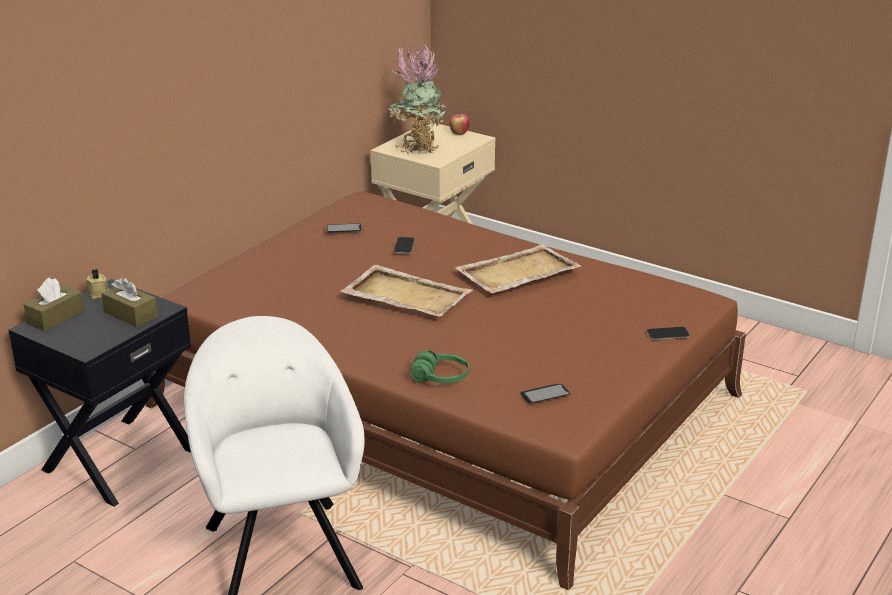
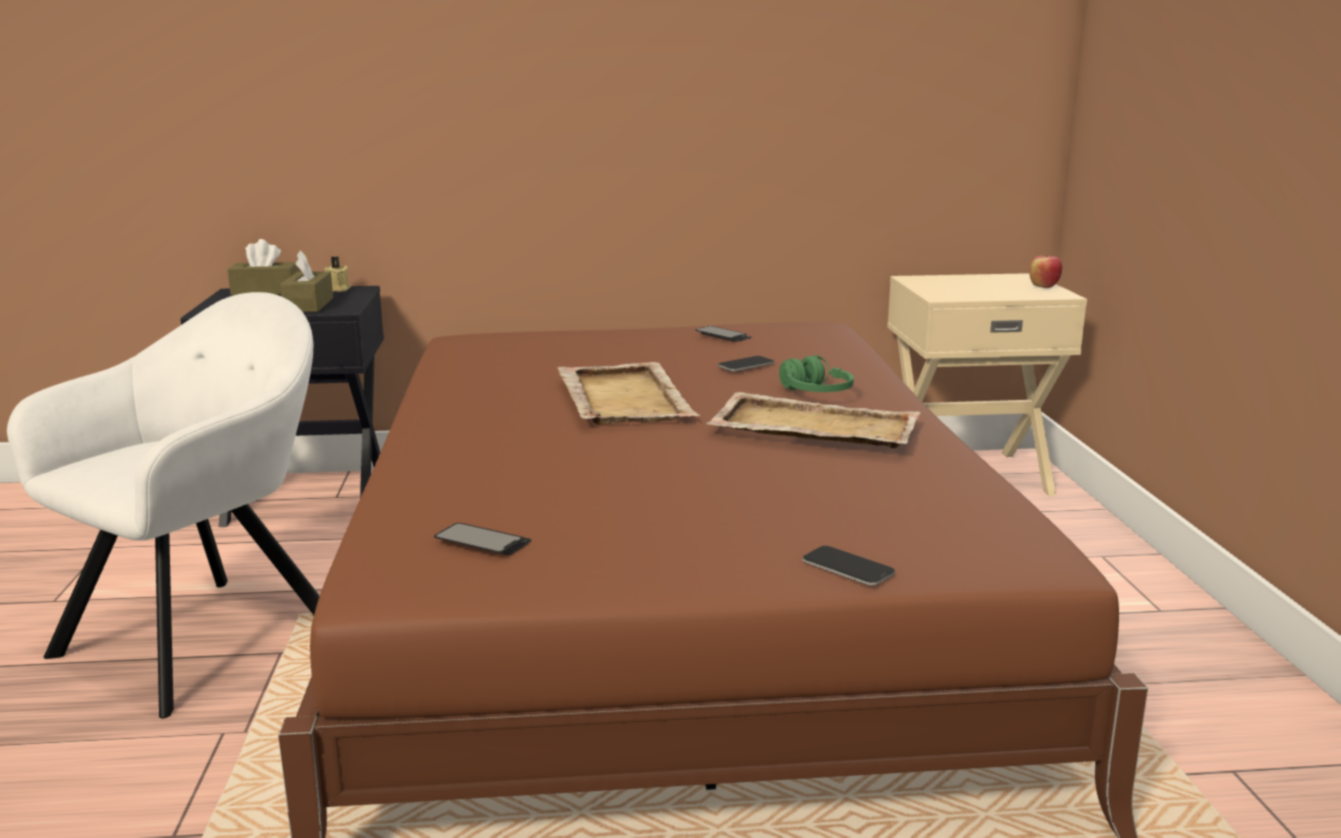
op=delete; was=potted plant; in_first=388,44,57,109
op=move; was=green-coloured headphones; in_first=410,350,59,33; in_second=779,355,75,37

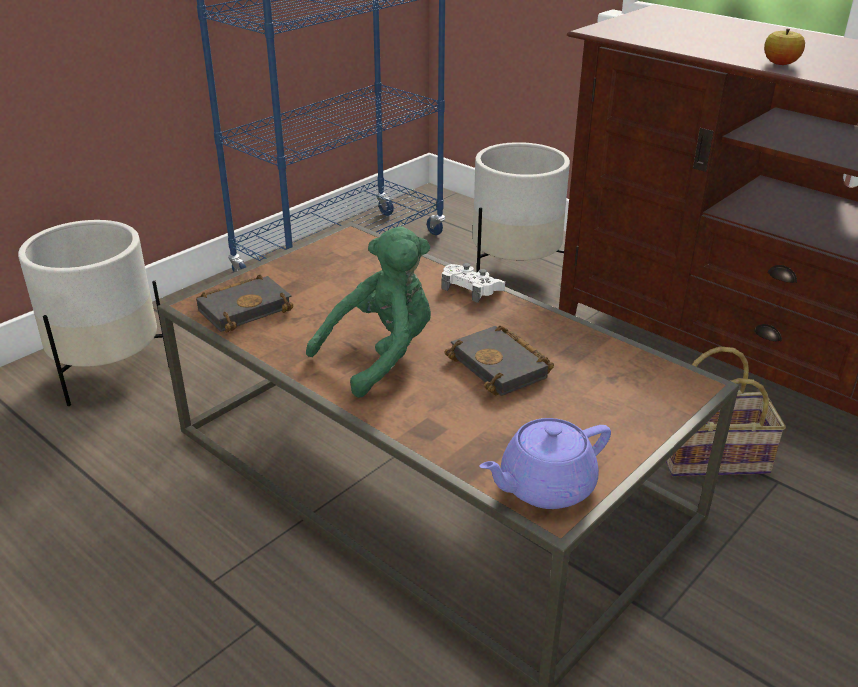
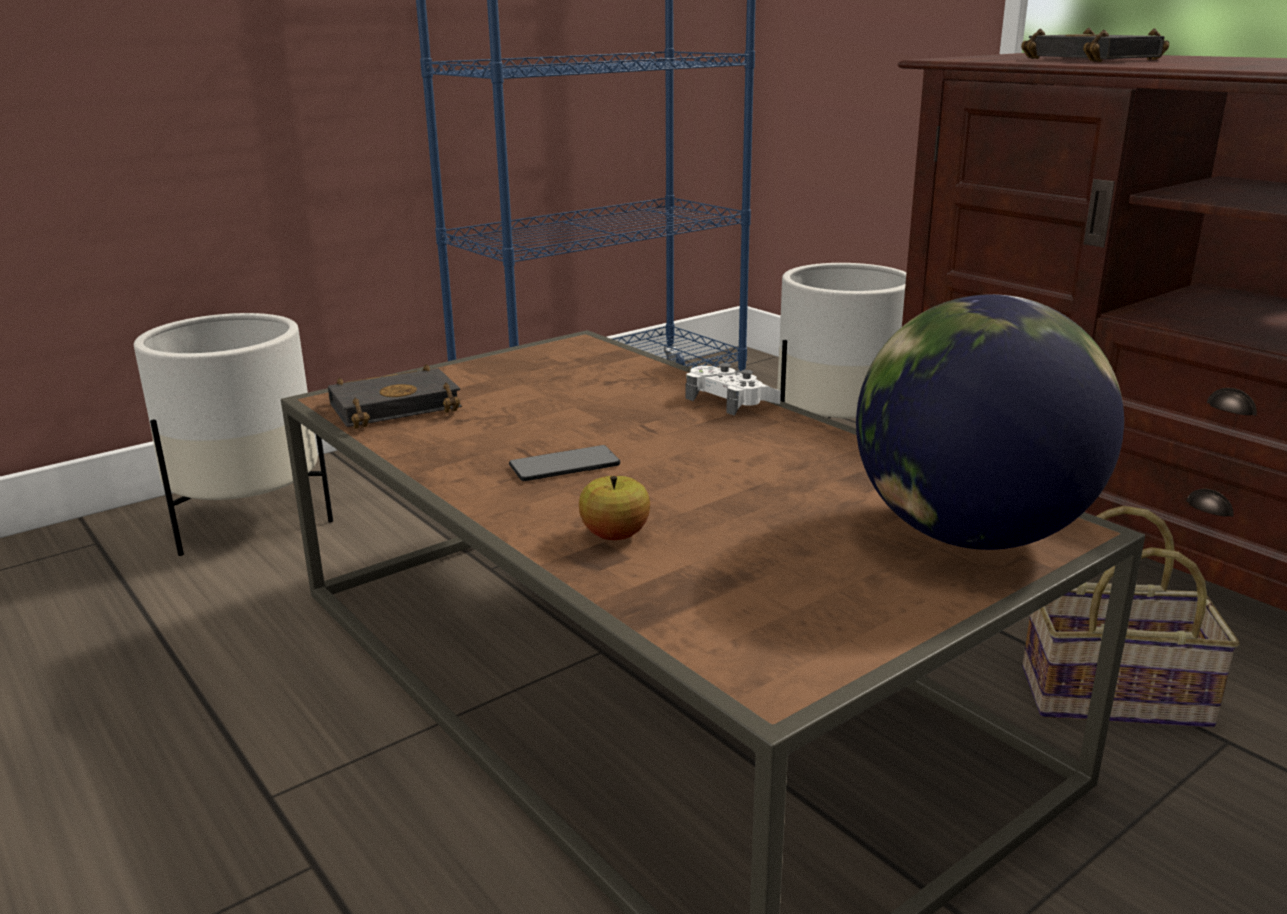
op=move; was=whole apple; in_first=764,29,41,36; in_second=579,476,71,64
op=replace; was=green-coloured soft toy; now=handset; in_first=306,226,125,172; in_second=509,445,111,36
op=move; was=black-coloured bound book; in_first=444,326,110,70; in_second=1021,28,148,34
op=delete; was=purple-coloured pot for tea; in_first=480,418,131,91
op=insert; now=globe; in_second=856,294,268,256

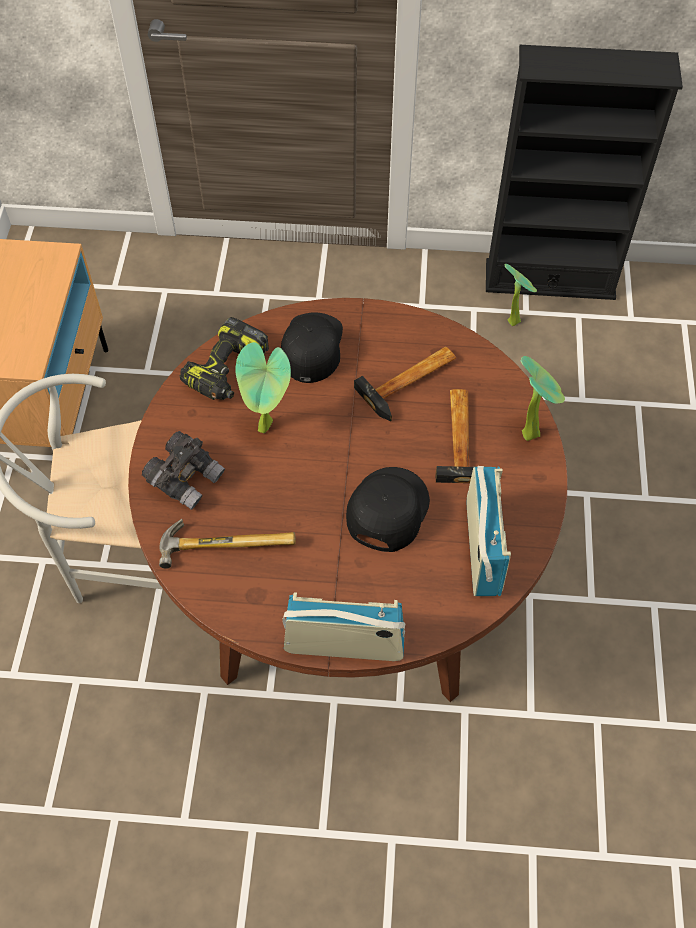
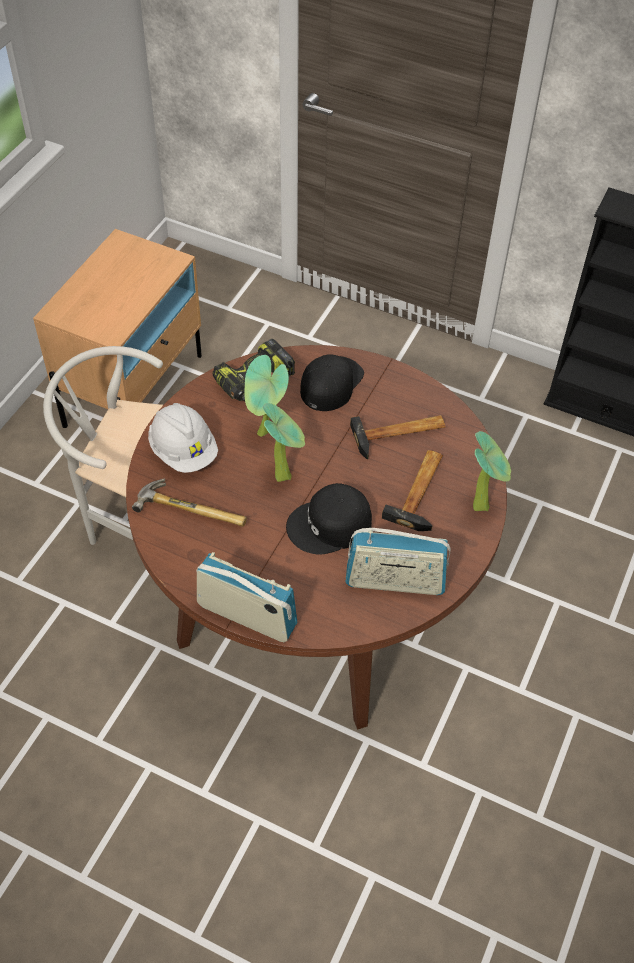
op=move; was=potted plant; in_first=505,264,32,62; in_second=262,403,43,79
op=replace; was=gray field glasses; now=white safety helmet; in_first=142,431,83,79; in_second=148,403,70,70
op=rotate; was=radio; in_first=467,466,44,130; in_second=345,528,106,67; clockwise=75
op=rotate; was=black-coloured peaked cap; in_first=346,467,84,85; in_second=286,483,86,72; clockwise=-150

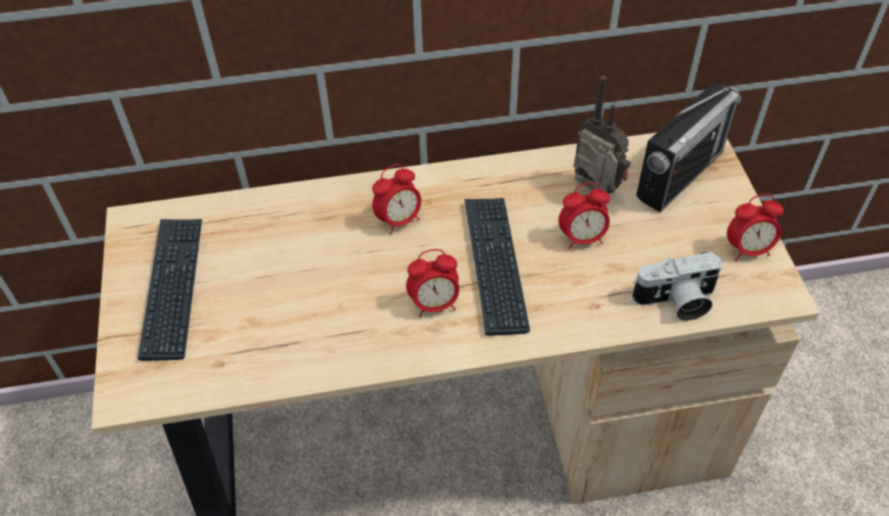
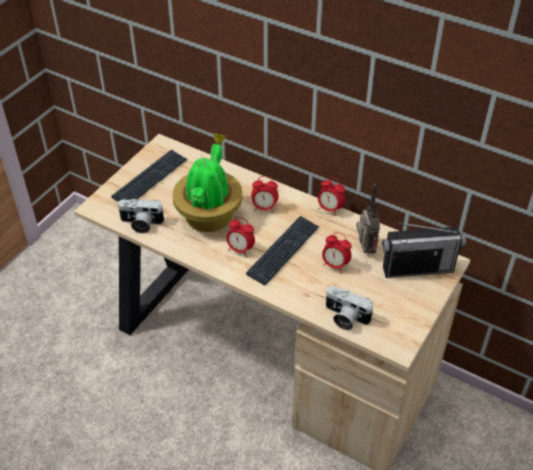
op=move; was=alarm clock; in_first=727,194,57,67; in_second=318,177,27,39
op=insert; now=potted plant; in_second=173,133,70,99
op=insert; now=photo camera; in_second=117,199,47,35

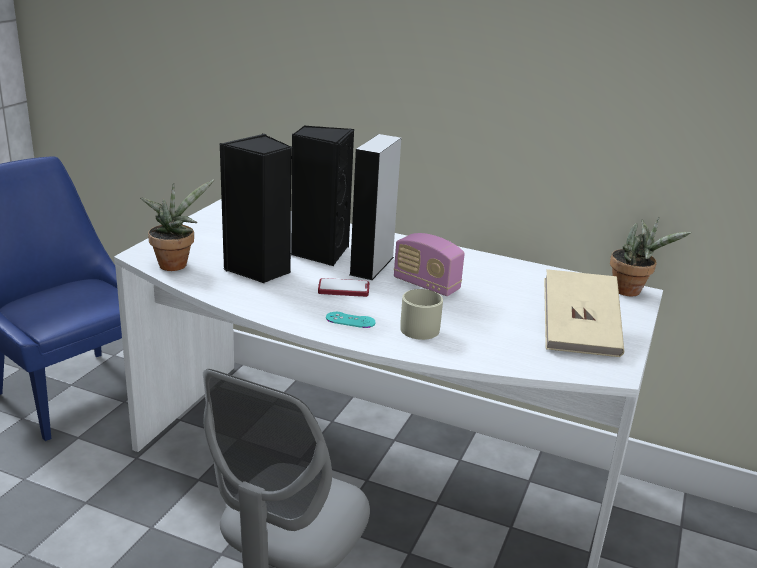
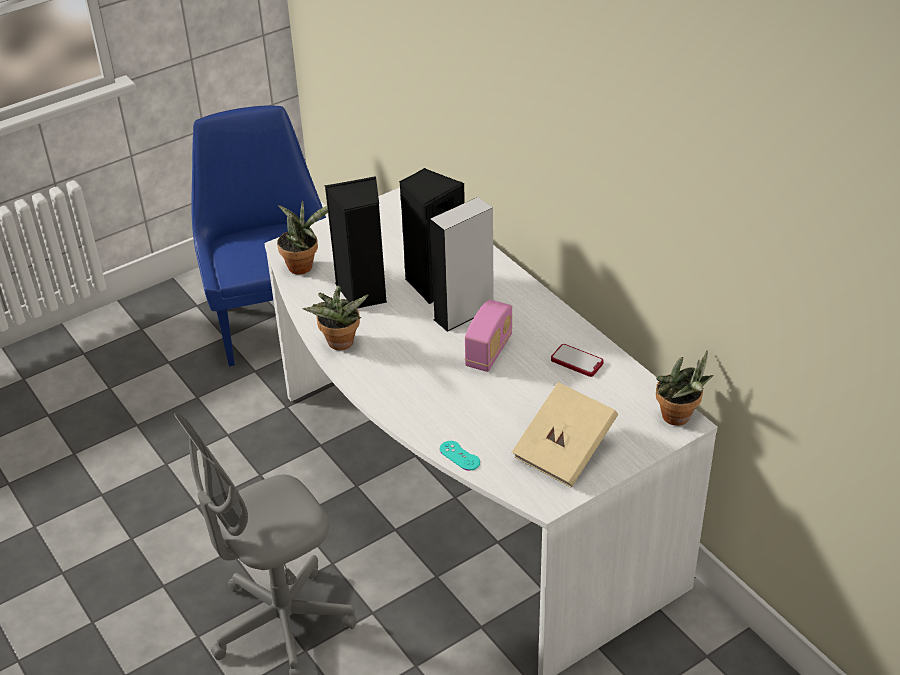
op=rotate; was=radio; in_first=394,233,71,63; in_second=465,300,48,72; clockwise=-135
op=move; was=handset; in_first=318,278,51,19; in_second=551,344,53,33
op=delete; was=beige-coloured tea mug; in_first=400,289,43,51
op=move; was=blue-green gamepad; in_first=326,312,50,16; in_second=440,441,40,30
op=insert; now=potted plant; in_second=302,286,66,64

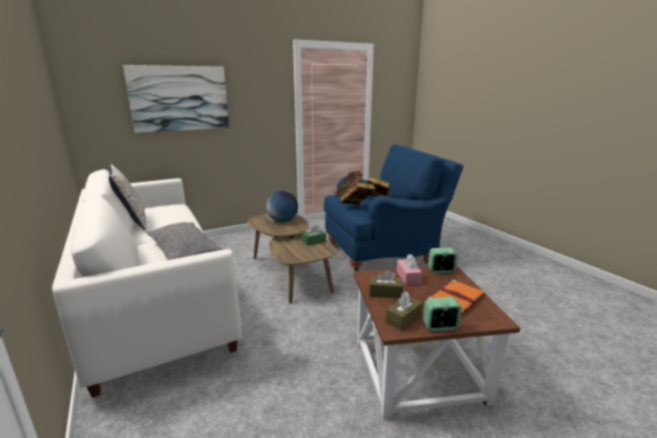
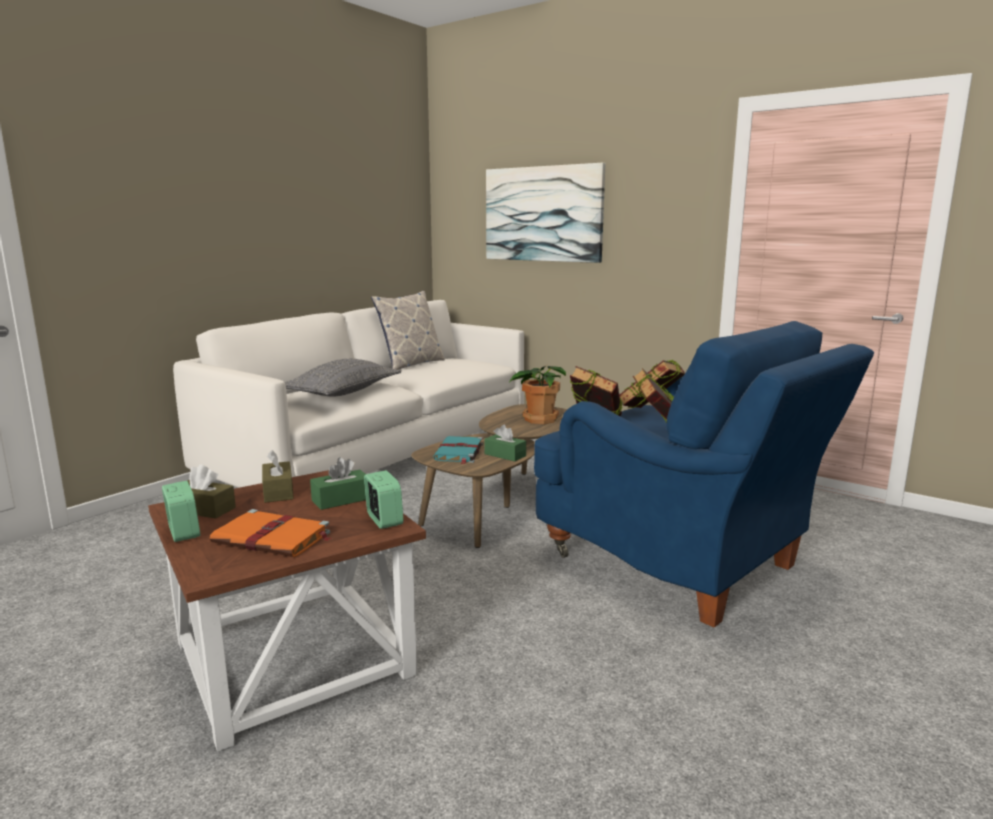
op=replace; was=globe; now=potted plant; in_first=266,191,32,31; in_second=509,366,57,58
op=recolor; was=pink-coloured tissue holder; now=green-coloured tissue holder; in_first=397,254,25,31; in_second=310,457,56,53
op=insert; now=blue-green bound book; in_second=433,436,50,28

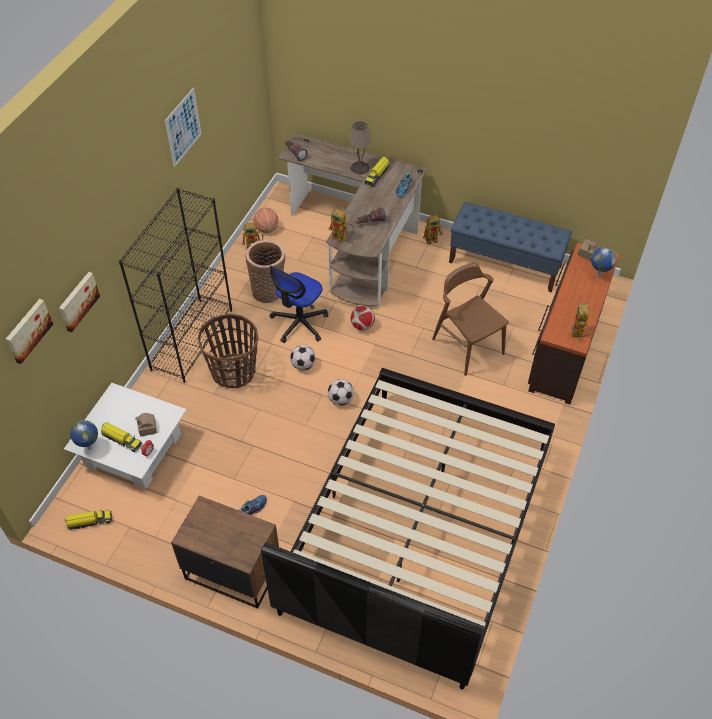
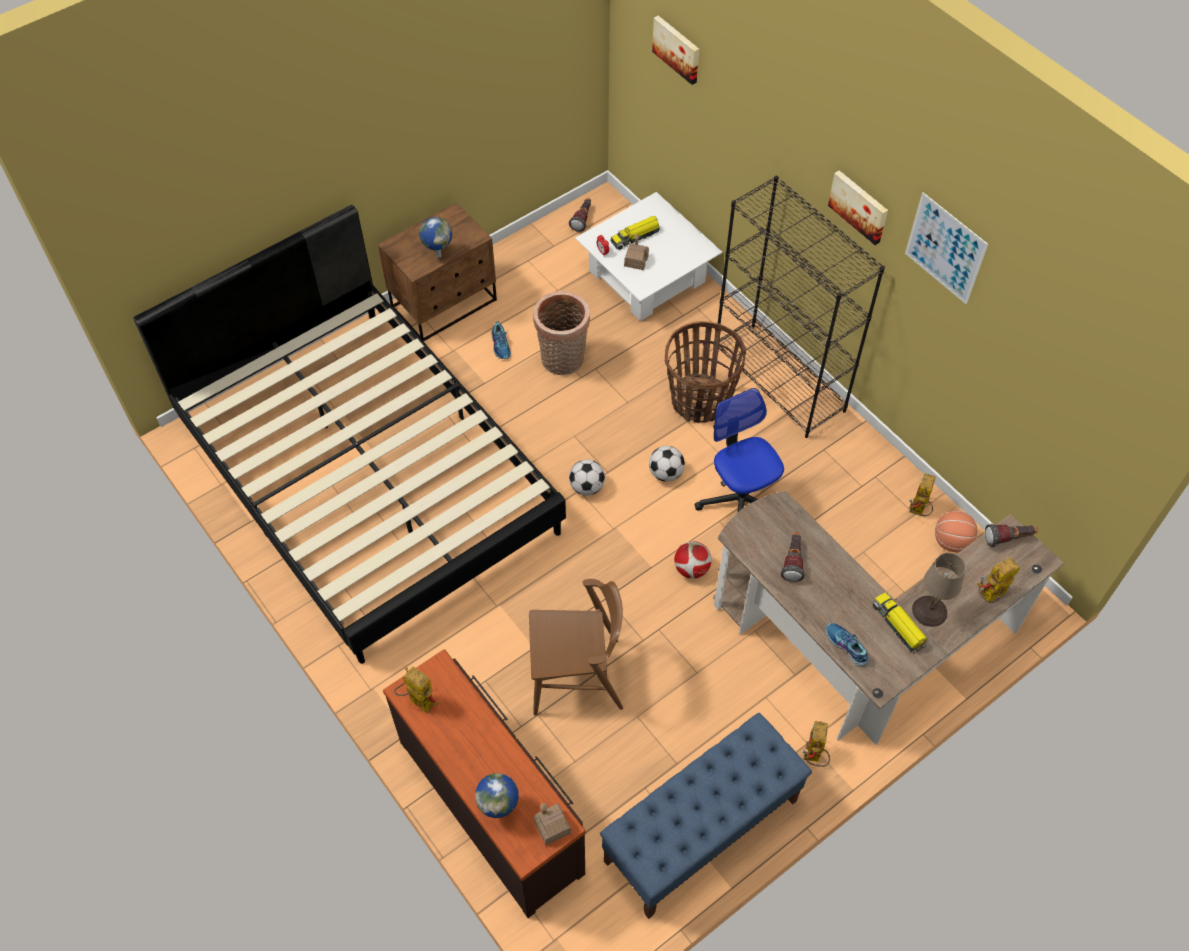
op=move; was=toy robot; in_first=329,208,25,35; in_second=978,557,42,46
op=move; was=basket; in_first=245,240,41,63; in_second=533,291,57,84
op=move; was=wall picture; in_first=59,272,41,60; in_second=828,170,60,75
op=move; was=globe; in_first=70,420,28,30; in_second=419,217,33,41
op=replace; was=toy lorry; now=flashlight; in_first=65,510,47,20; in_second=569,198,22,34

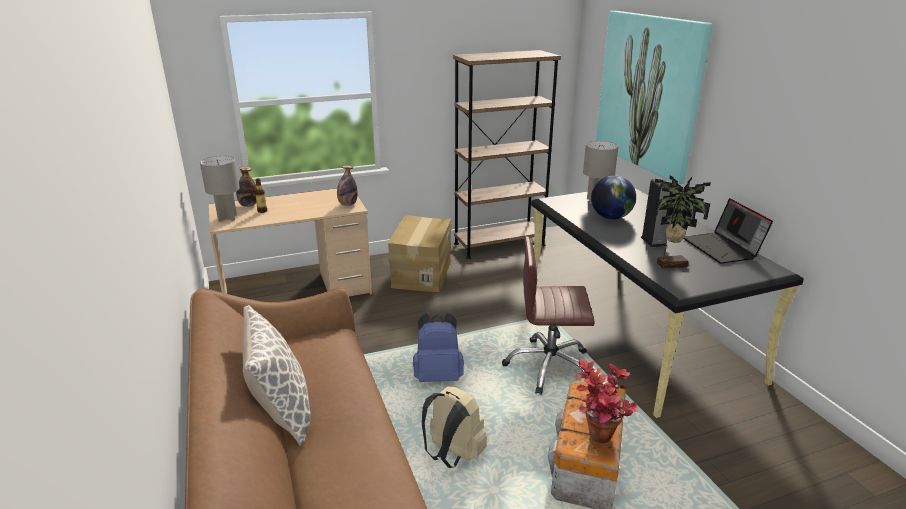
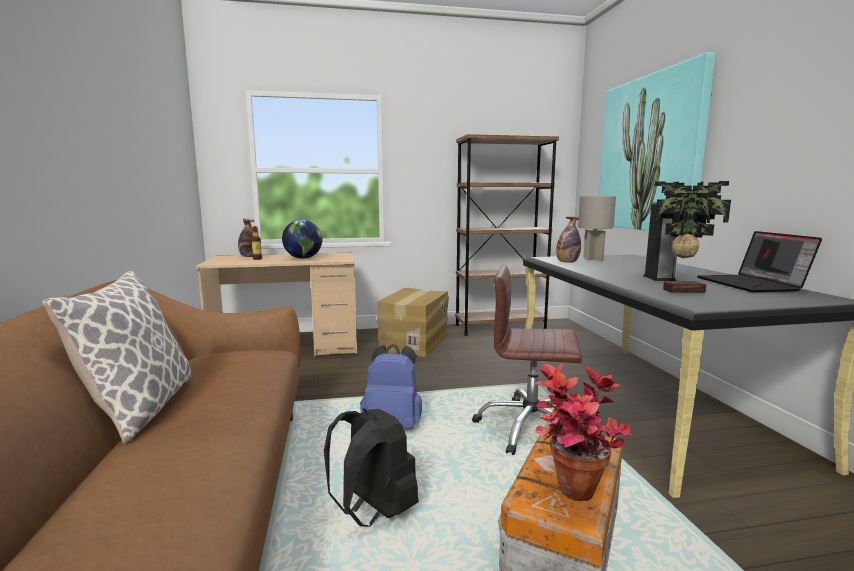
op=delete; was=gray tabletop lamp; in_first=200,156,40,66
op=move; was=drink bottle; in_first=337,165,21,41; in_second=556,217,25,46
op=move; was=globe; in_first=591,175,45,44; in_second=282,219,41,40
op=recolor; was=beige-coloured backpack; now=black-coloured backpack; in_first=422,387,65,81; in_second=324,408,94,119

